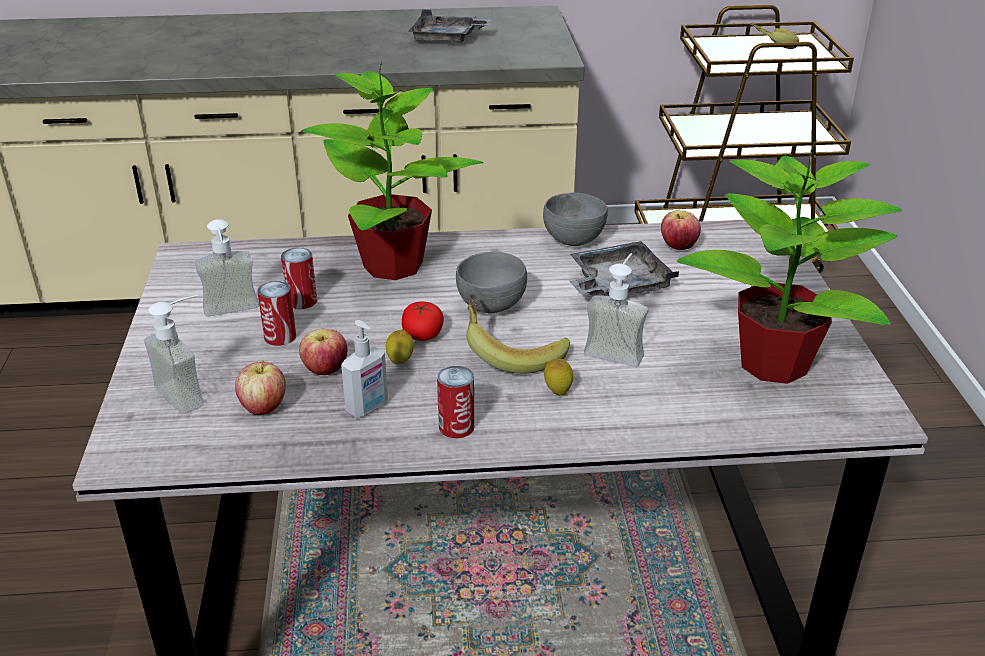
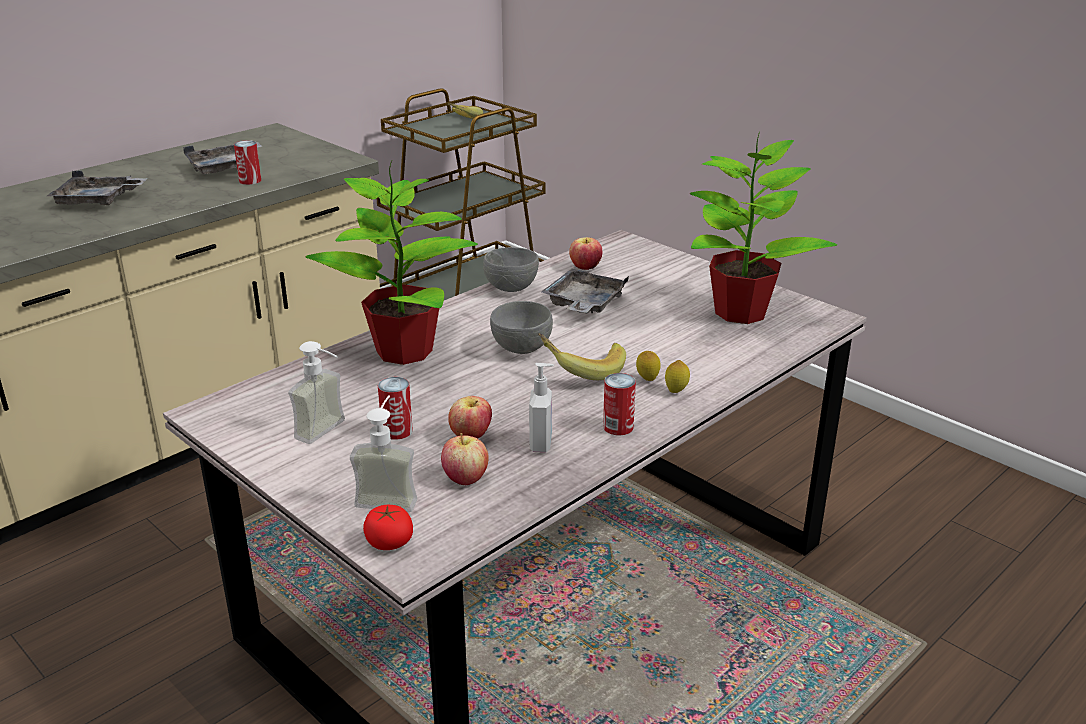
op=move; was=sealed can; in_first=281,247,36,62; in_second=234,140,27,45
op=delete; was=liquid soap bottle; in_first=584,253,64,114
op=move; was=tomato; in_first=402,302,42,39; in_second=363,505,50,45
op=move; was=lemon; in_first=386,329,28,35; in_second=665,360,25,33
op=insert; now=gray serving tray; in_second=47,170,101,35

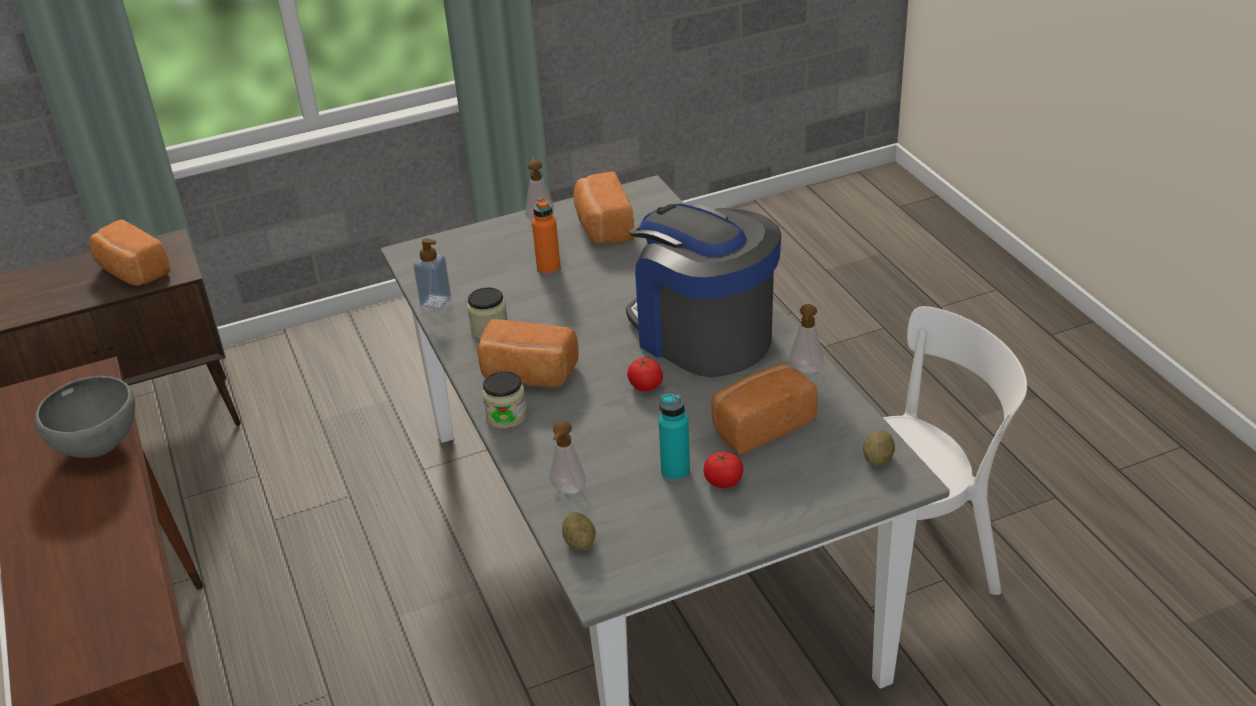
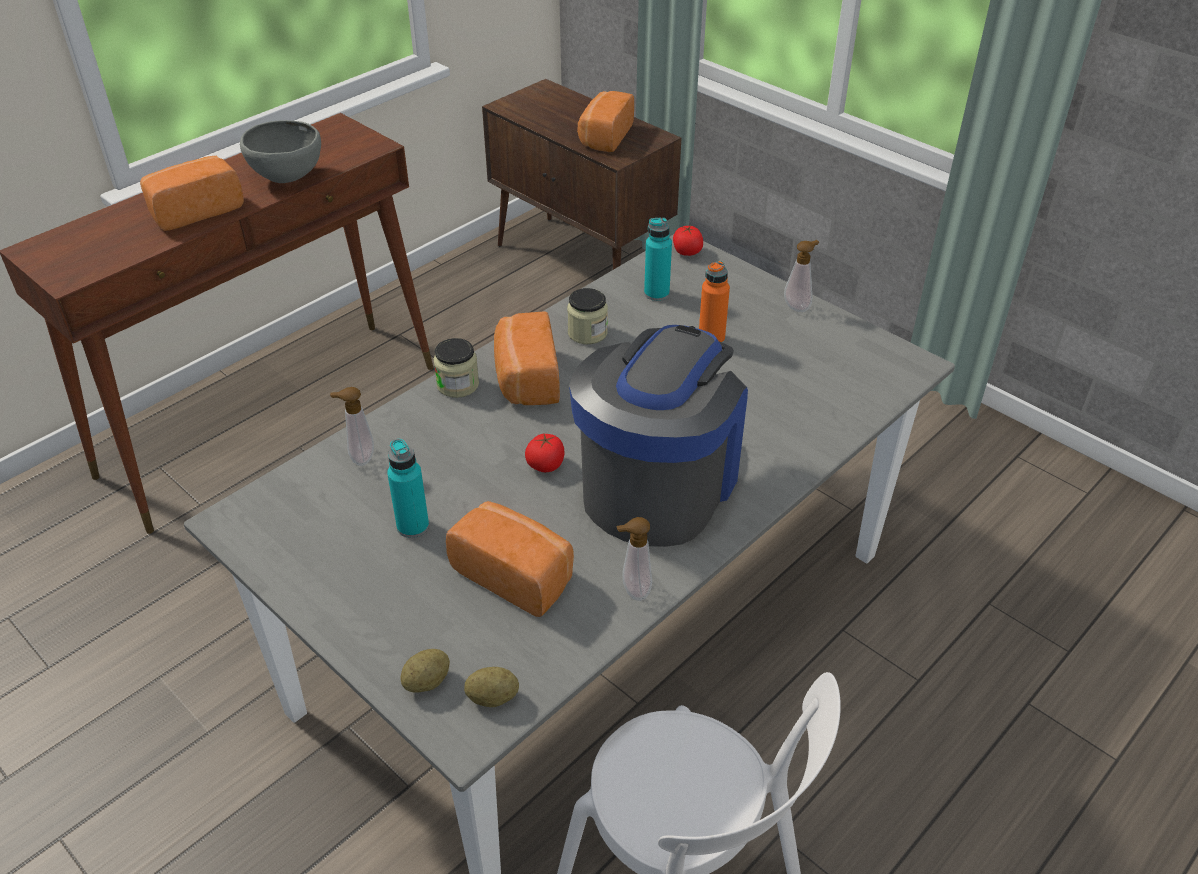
op=move; was=bakery bread; in_first=573,172,61,72; in_second=140,156,104,75
op=delete; was=liquid soap bottle; in_first=414,238,37,71
op=move; was=tomato; in_first=704,452,39,36; in_second=673,225,30,31
op=move; was=whole potato; in_first=562,512,34,39; in_second=400,649,50,43
op=insert; now=blue-green drink bottle; in_second=644,218,28,83

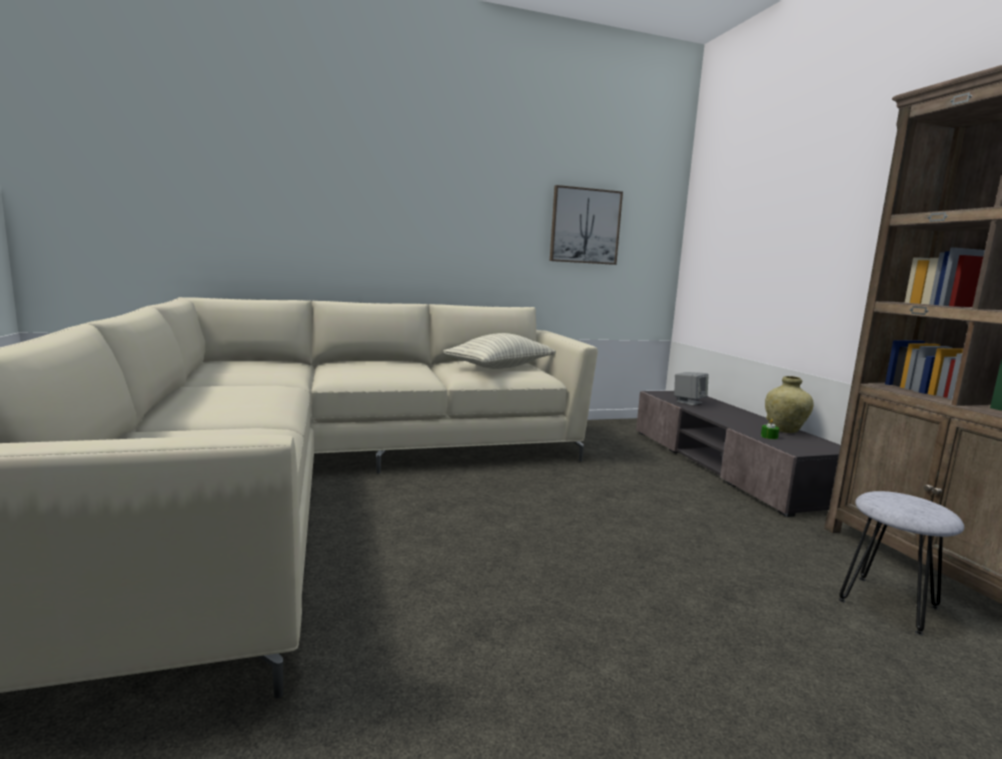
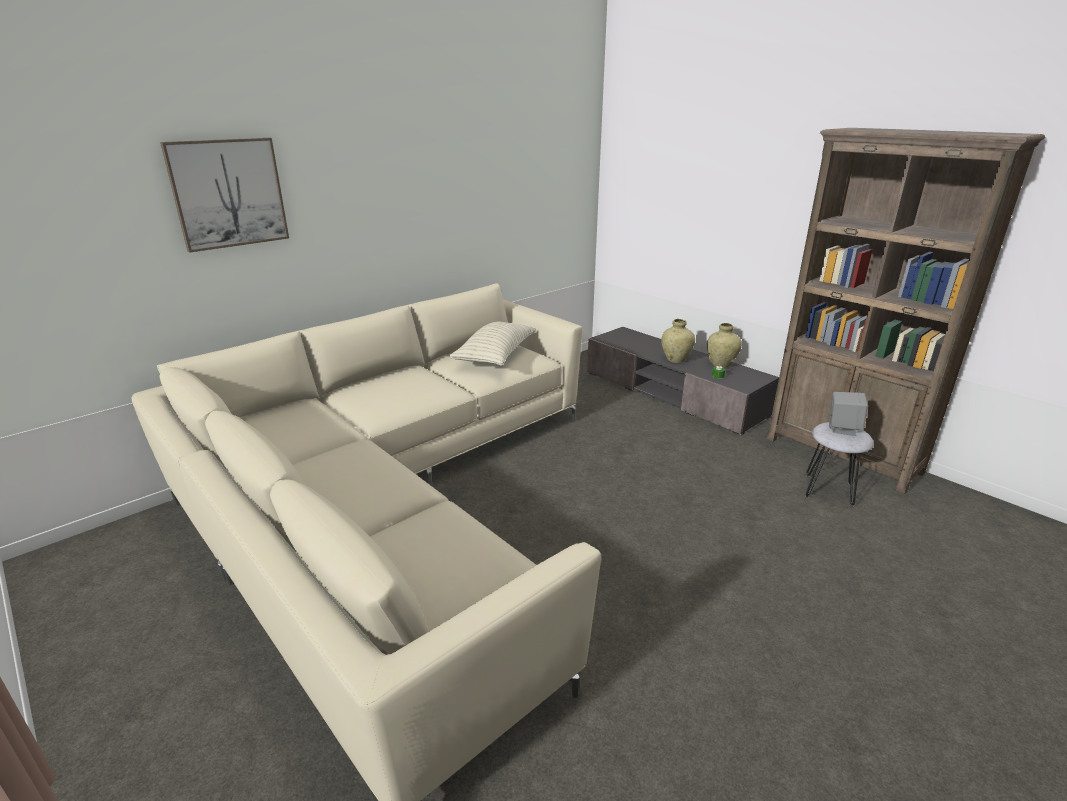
op=move; was=wall picture; in_first=550,185,73,80; in_second=160,138,129,114
op=move; was=gray speaker; in_first=674,372,35,34; in_second=829,392,39,44
op=insert; now=beige-coloured decorative vase; in_second=661,319,34,44

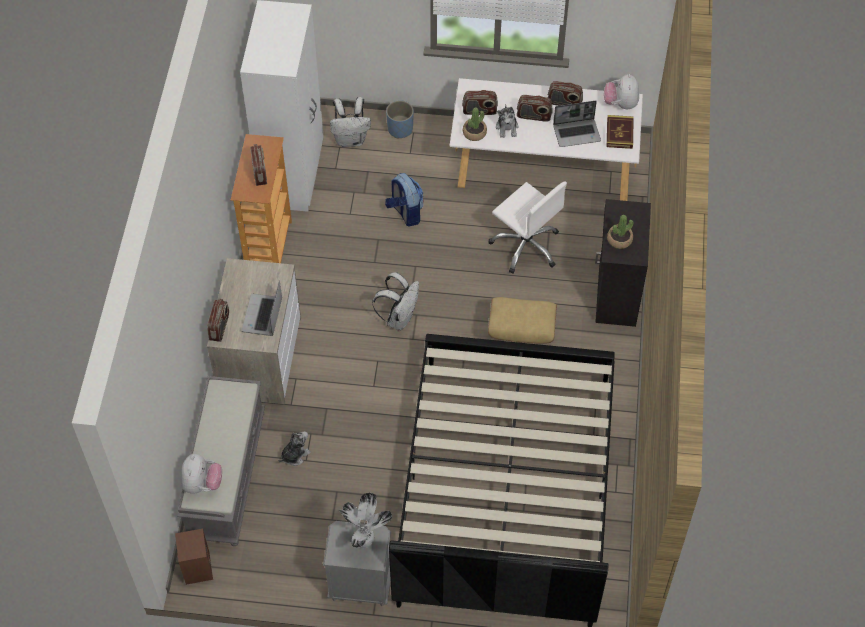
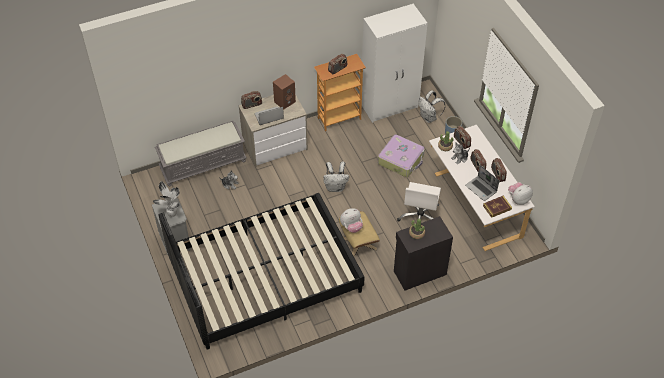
op=replace; was=backpack; now=suitcase; in_first=385,173,39,53; in_second=378,135,47,42
op=move; was=soft toy; in_first=181,454,41,40; in_second=340,208,23,25
op=move; was=brownish speaker; in_first=175,529,38,56; in_second=273,74,23,36

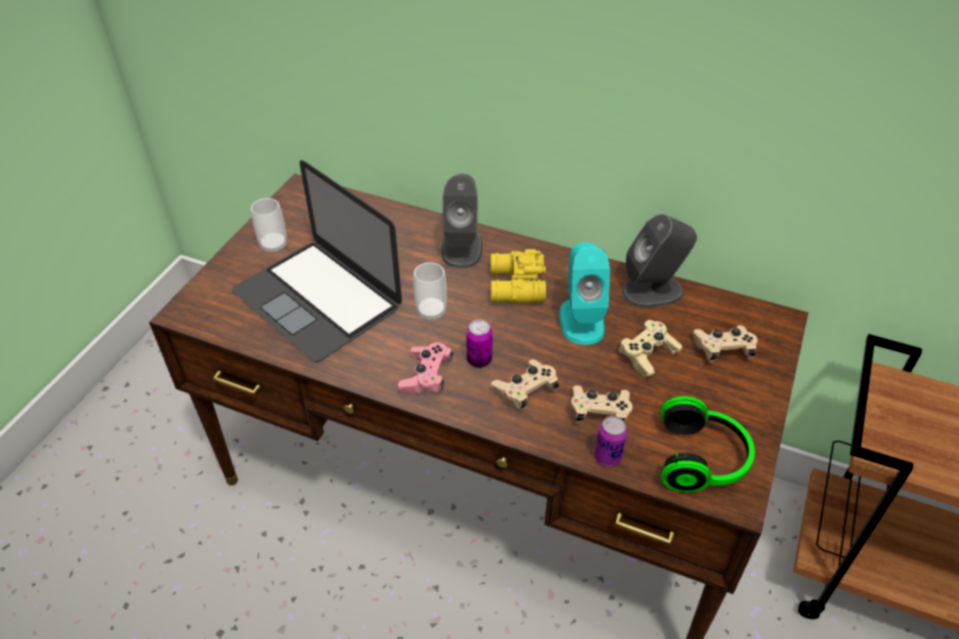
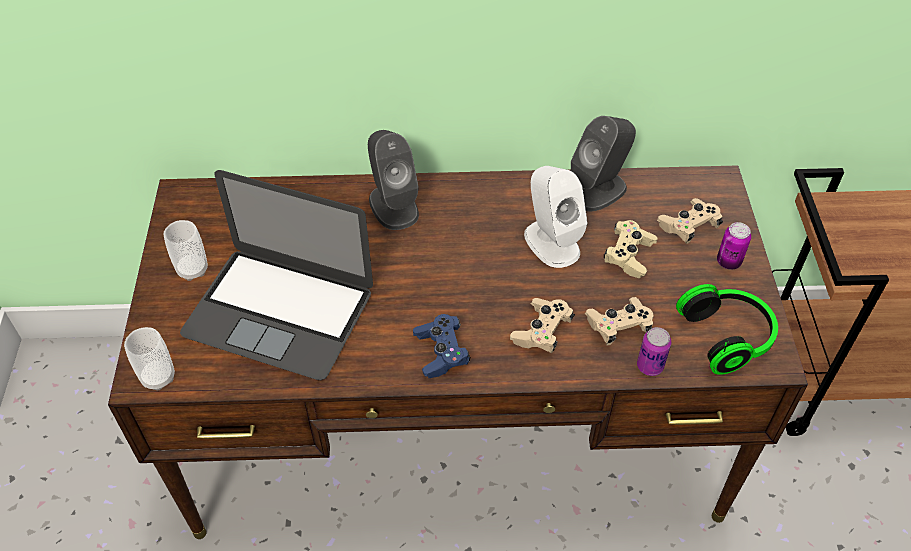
op=recolor; was=blue-green speaker; now=white speaker; in_first=559,242,51,103; in_second=524,166,64,102
op=delete; was=yellowish field glasses; in_first=491,249,55,54
op=move; was=small cup; in_first=413,262,34,59; in_second=124,327,51,64
op=move; was=sealed can; in_first=466,320,27,48; in_second=717,222,34,48
op=recolor; was=pink-coloured gamepad; now=blue gamepad; in_first=398,342,56,53; in_second=413,314,57,64

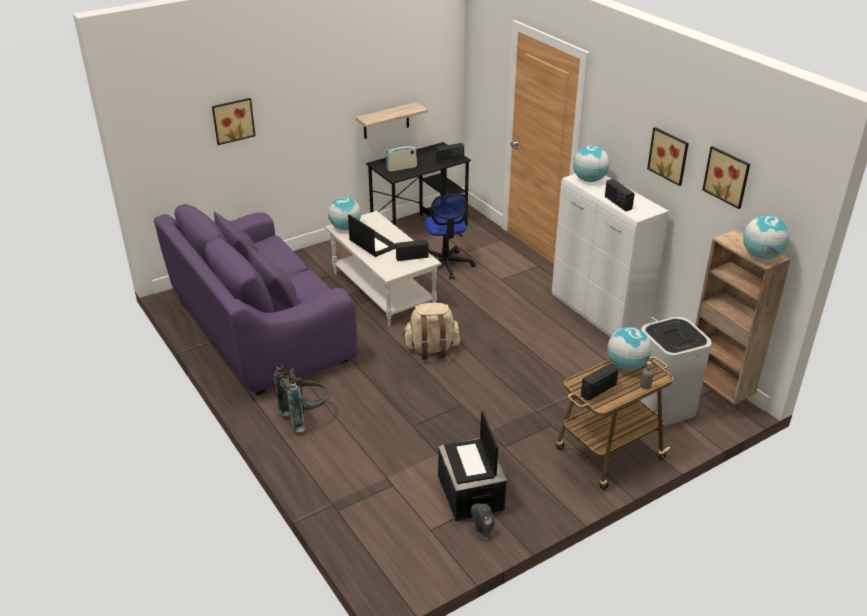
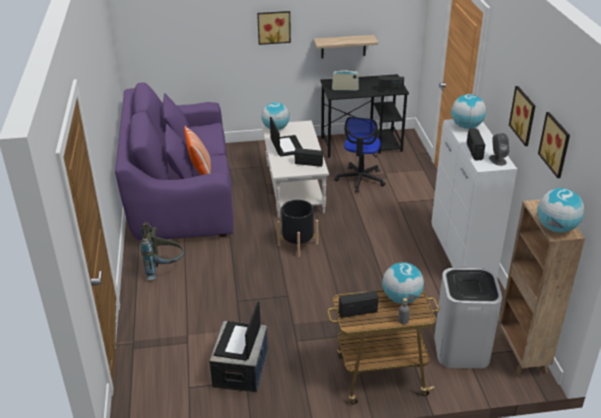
op=move; was=wall picture; in_first=212,98,43,47; in_second=257,11,34,34
op=replace; was=beige-coloured backpack; now=black-coloured planter; in_first=402,303,59,57; in_second=277,200,41,57
op=move; was=gray speaker; in_first=470,503,25,38; in_second=489,133,21,33
op=insert; now=cushion; in_second=184,126,27,49

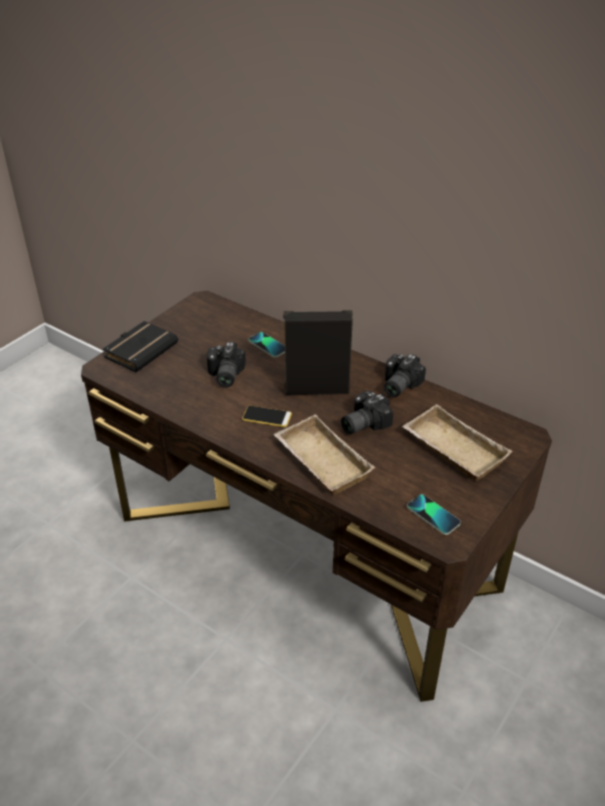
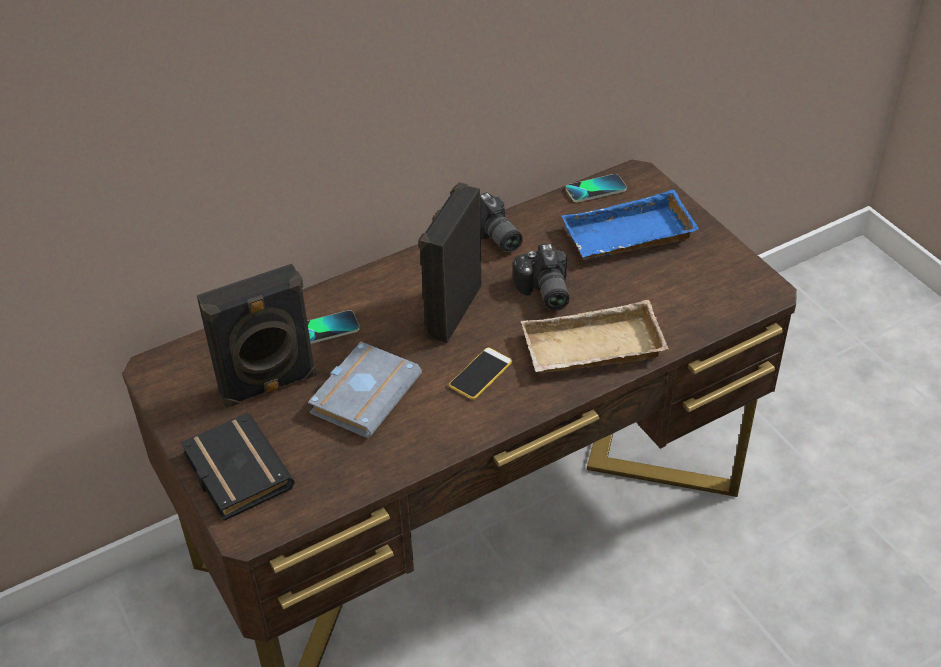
op=replace; was=photo camera; now=gray bound book; in_first=206,342,40,46; in_second=308,342,114,97
op=recolor; was=beige-coloured serving tray; now=blue serving tray; in_first=402,404,111,76; in_second=561,190,138,69
op=move; was=handset; in_first=407,494,54,41; in_second=566,174,61,28
op=insert; now=black-coloured speaker; in_second=197,264,120,144

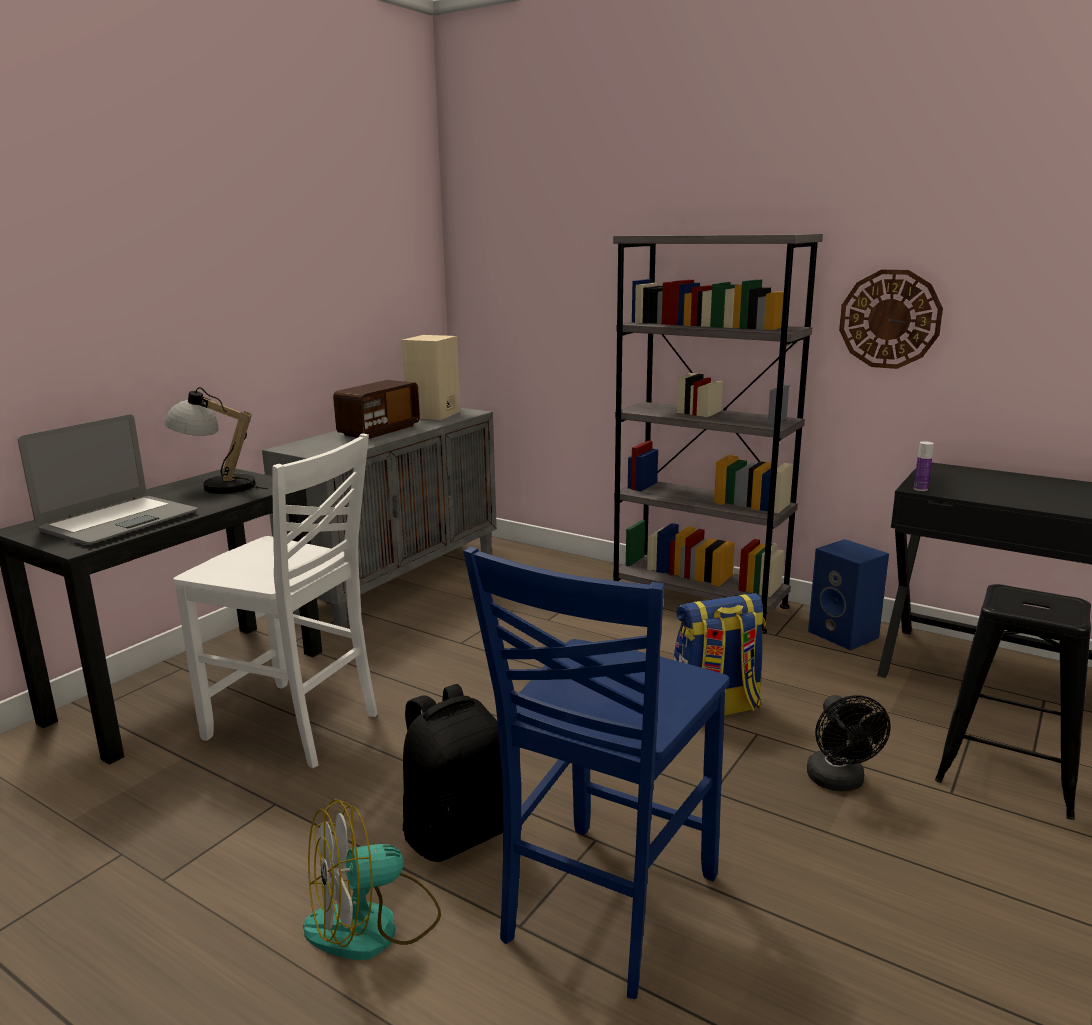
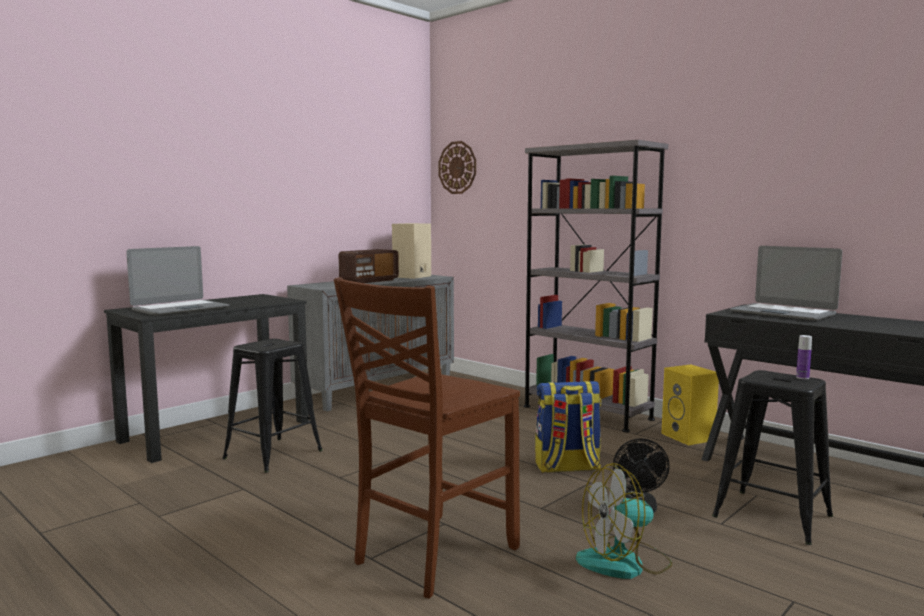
op=move; was=wall clock; in_first=839,270,104,99; in_second=438,141,38,53
op=delete; was=tabletop lamp; in_first=164,387,104,107
op=replace; was=white plain chair; now=black-coloured stool seat; in_first=173,433,204,335; in_second=222,339,101,134
op=move; was=drink bottle; in_first=914,441,20,50; in_second=796,335,16,44
op=recolor; was=blue speaker; now=yellowish speaker; in_first=808,539,81,112; in_second=662,365,57,80
op=recolor; was=blue plain chair; now=brownish plain chair; in_first=463,546,266,453; in_second=334,277,186,322
op=delete; was=black-coloured backpack; in_first=402,684,101,178
op=move; was=fan; in_first=303,799,138,161; in_second=576,463,96,116
op=insert; now=notebook computer; in_second=730,246,112,74

